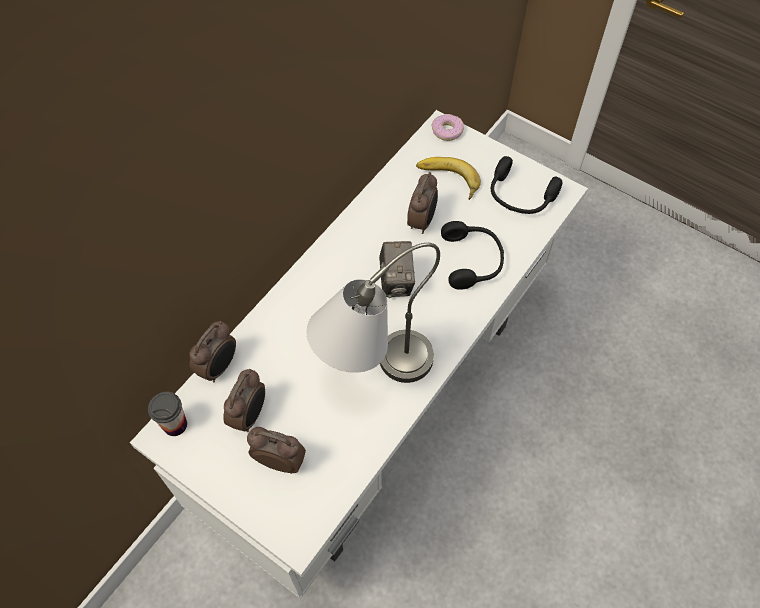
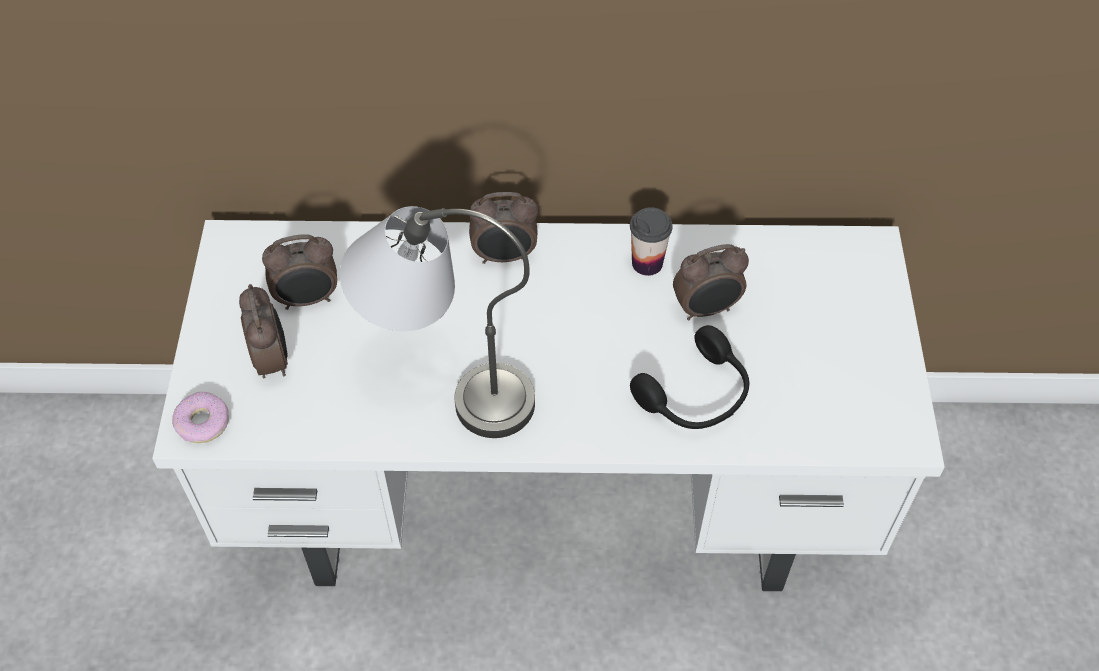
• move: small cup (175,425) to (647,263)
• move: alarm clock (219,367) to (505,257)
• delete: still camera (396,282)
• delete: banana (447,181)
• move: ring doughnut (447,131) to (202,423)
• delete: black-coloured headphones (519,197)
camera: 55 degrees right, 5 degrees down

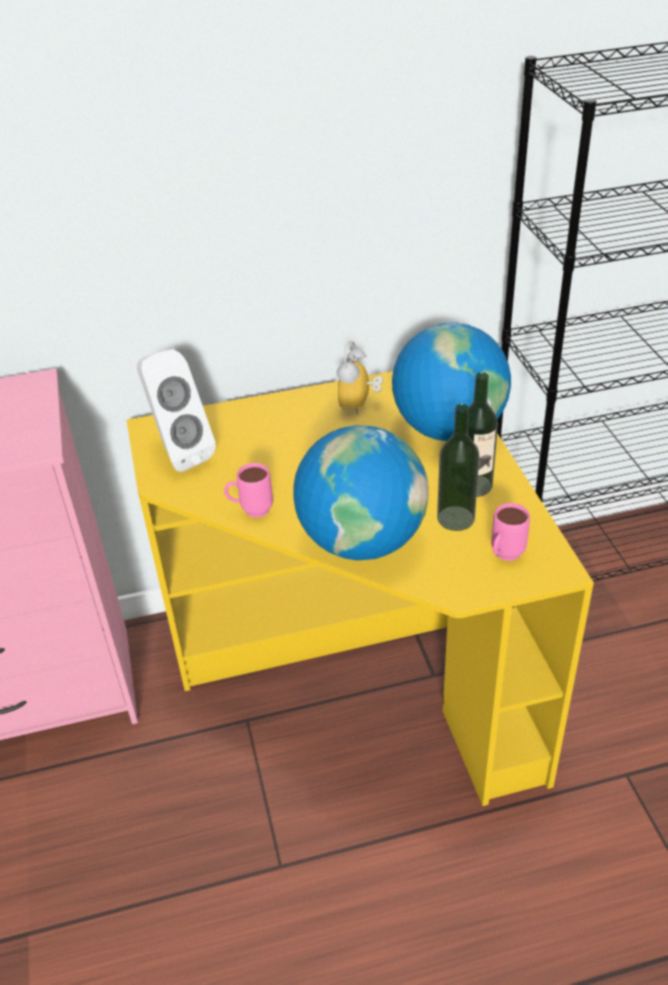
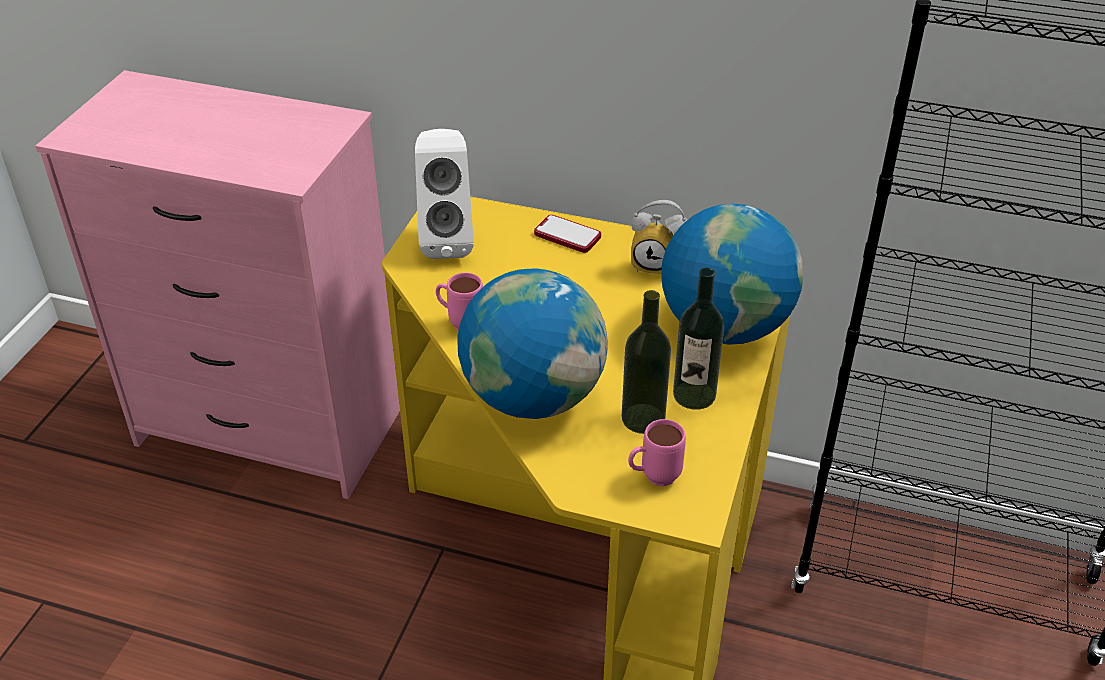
• rotate: alarm clock (360,405) = (658,265) 120 degrees counterclockwise
• insert: telephone (567,235)
camera: 30 degrees right, 0 degrees up

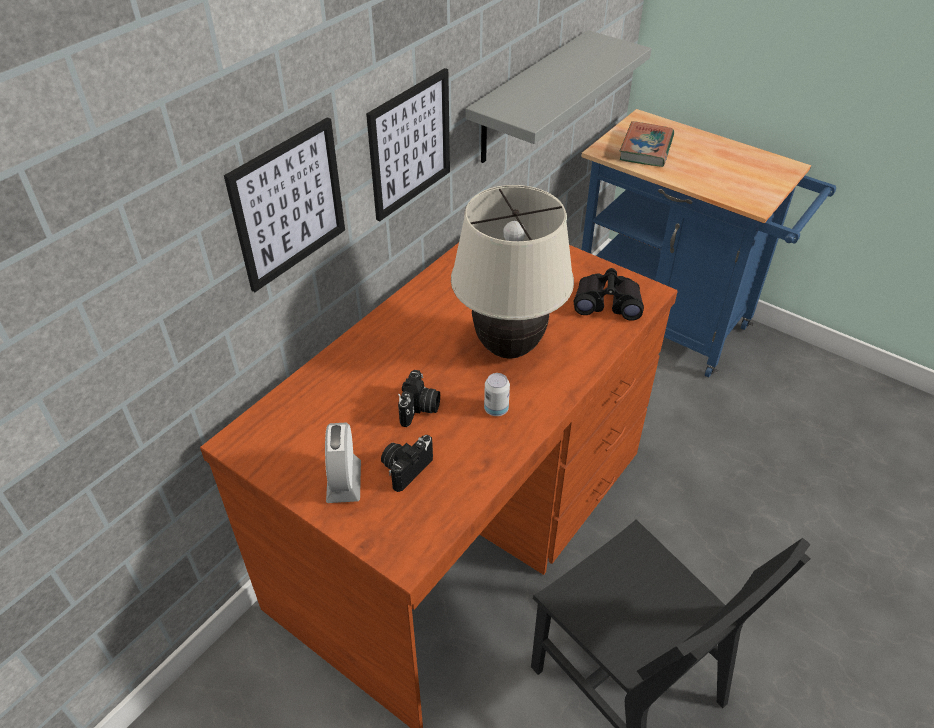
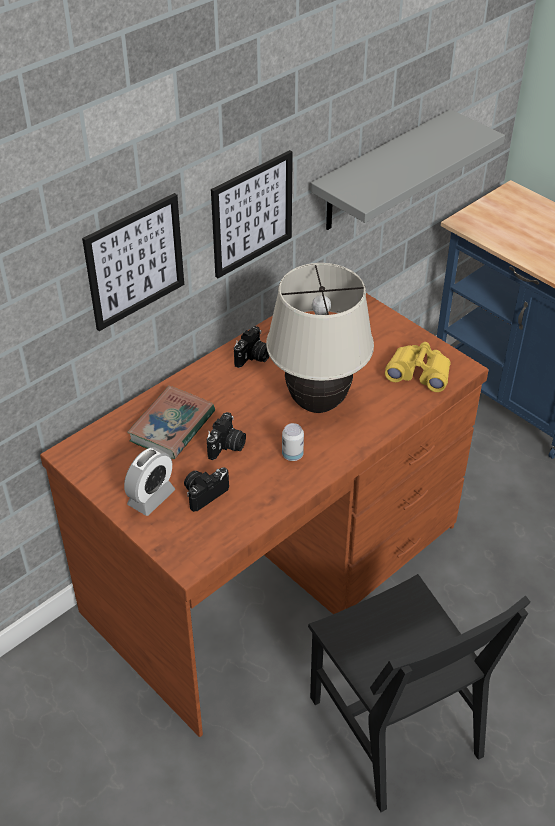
• rotate: alarm clock (344,482) = (151,497) 150 degrees counterclockwise
• recolor: black-coloured binoculars (607,303) to yellow-coloured binoculars (419,373)
• move: book (646,148) to (172,427)
• insert: still camera (253,357)
camera: 10 degrees right, 0 degrees up

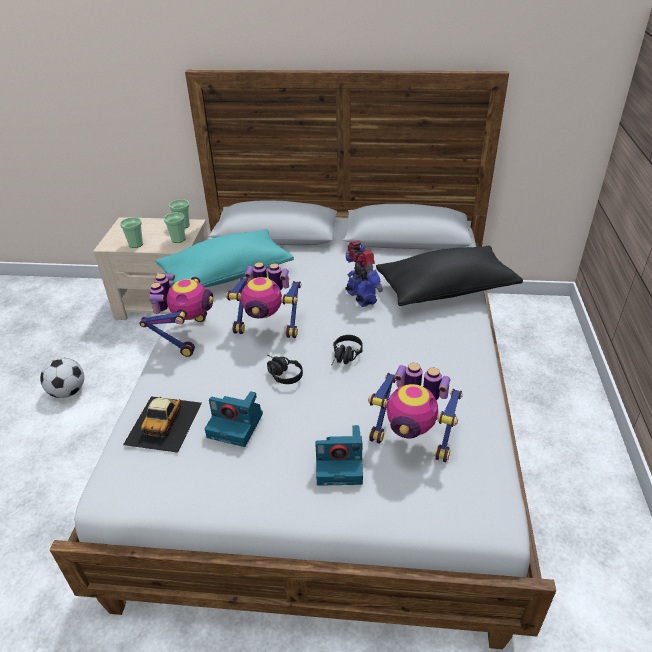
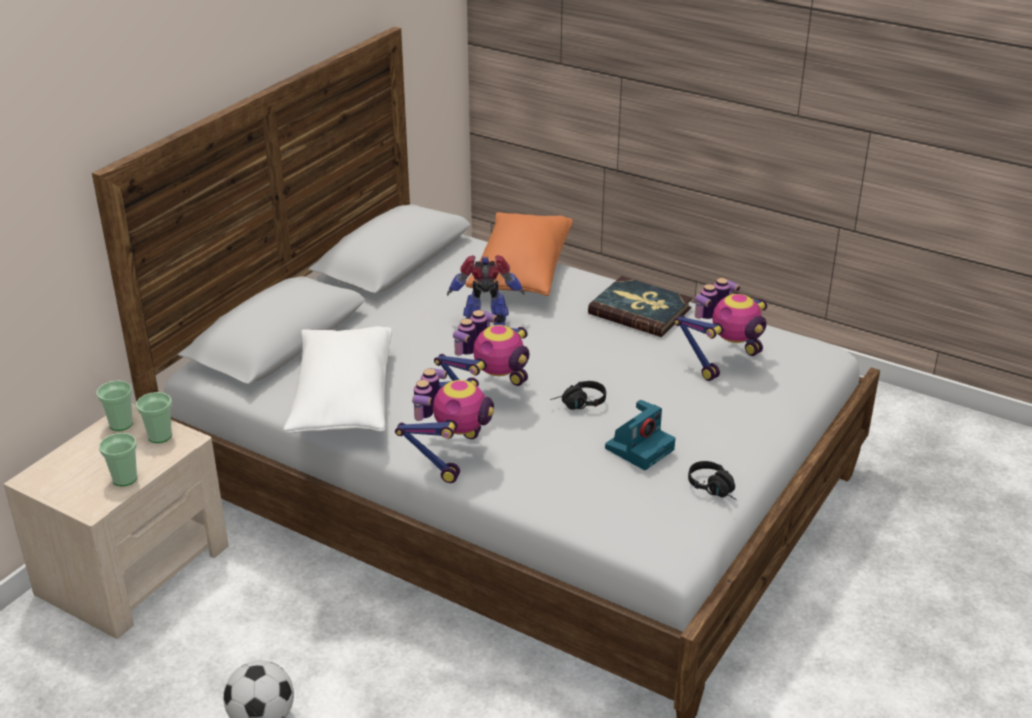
• delete: miniature car (164,422)
• rotate: robot figure (186,335) = (449,455) 75 degrees clockwise
• recolor: turquoise throw pillow (227,275) to white-coloured throw pillow (342,399)
• delete: still camera (340,464)
• move: black-coloured headphones (345,357) to (715,489)
• recolor: black-coloured throw pillow (445,290) to orangey throw pillow (521,272)
• insert: book (640,311)
camera: 65 degrees left, 5 degrees down

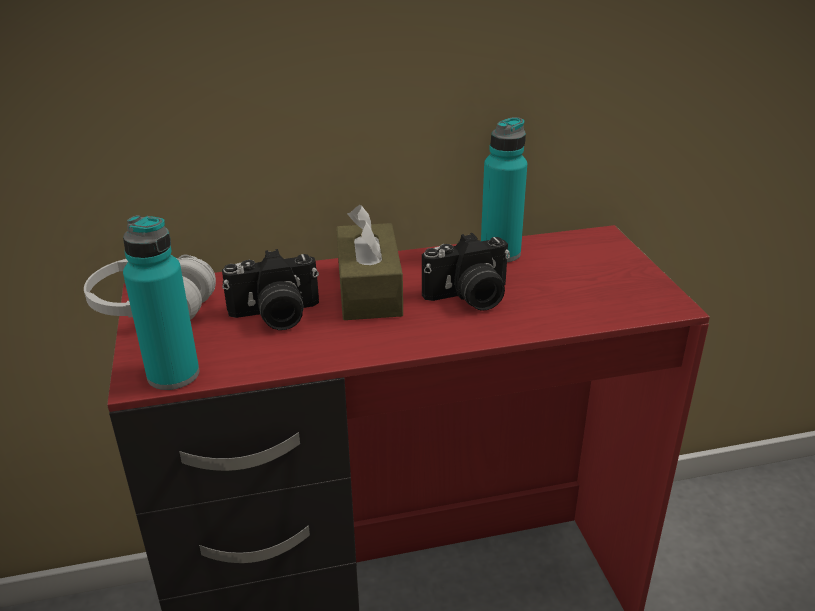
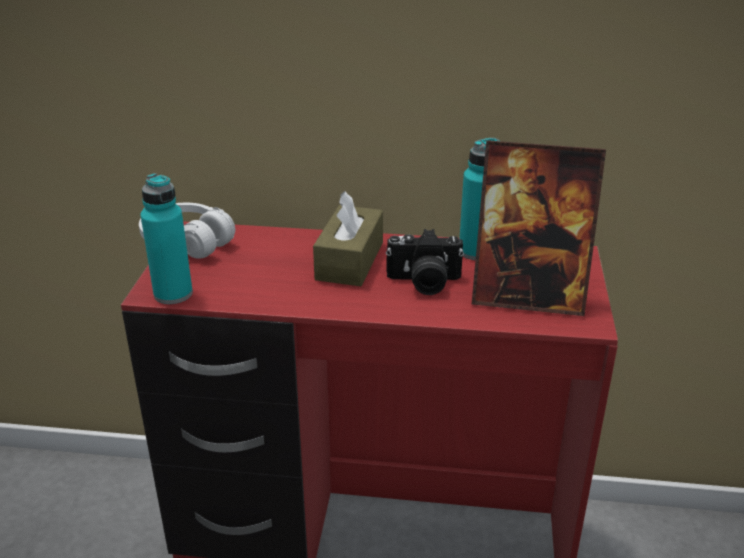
• delete: still camera (275,316)
• insert: standing frame (528,297)
camera: 20 degrees right, 0 degrees up

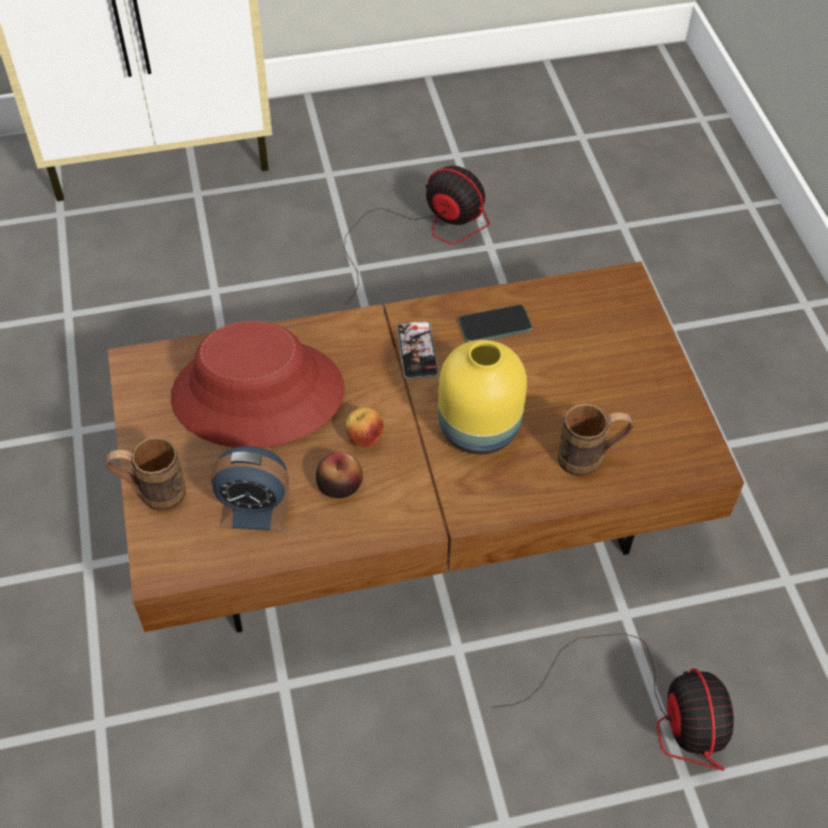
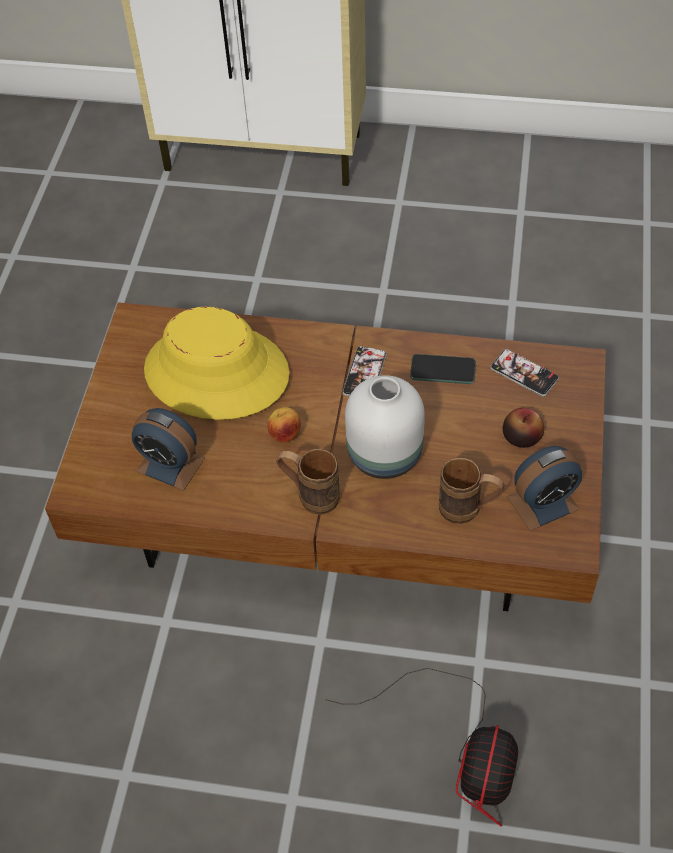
• move: brown mug (152,493) to (310,495)
• recolor: red-coloured hat (257,395) to yellow-coloured hat (216,373)
• move: apple (339,485) to (521,437)
• delete: electric fan (422,233)
• recolor: yellow-coloured flower vase (480,427) to white-coloured flower vase (386,454)
• insert: telephone (524,373)
• insert: alarm clock (542,503)
camera: 25 degrees right, 0 degrees up

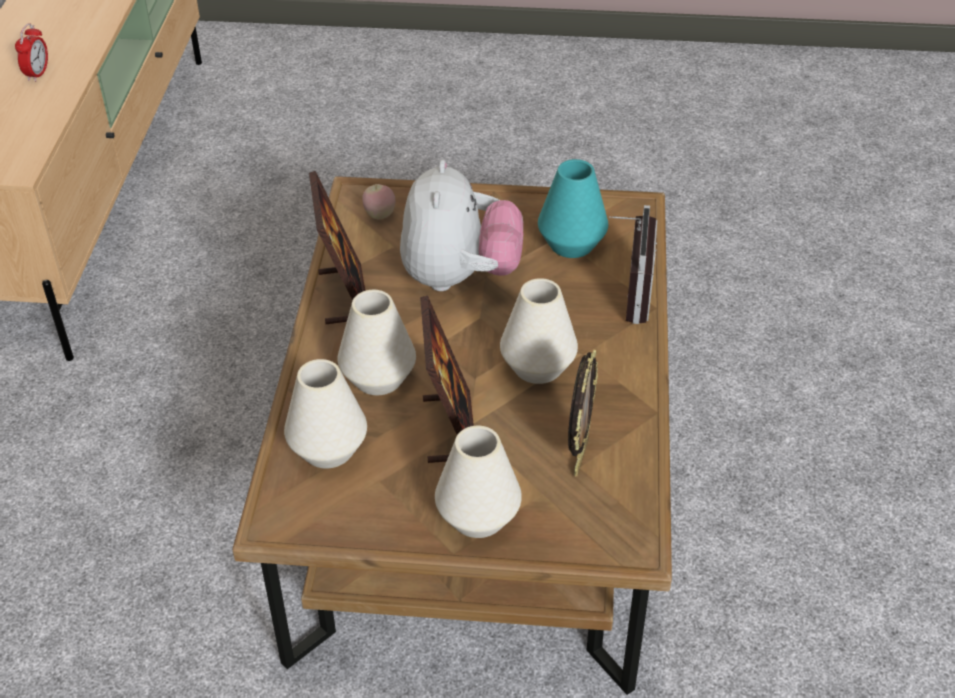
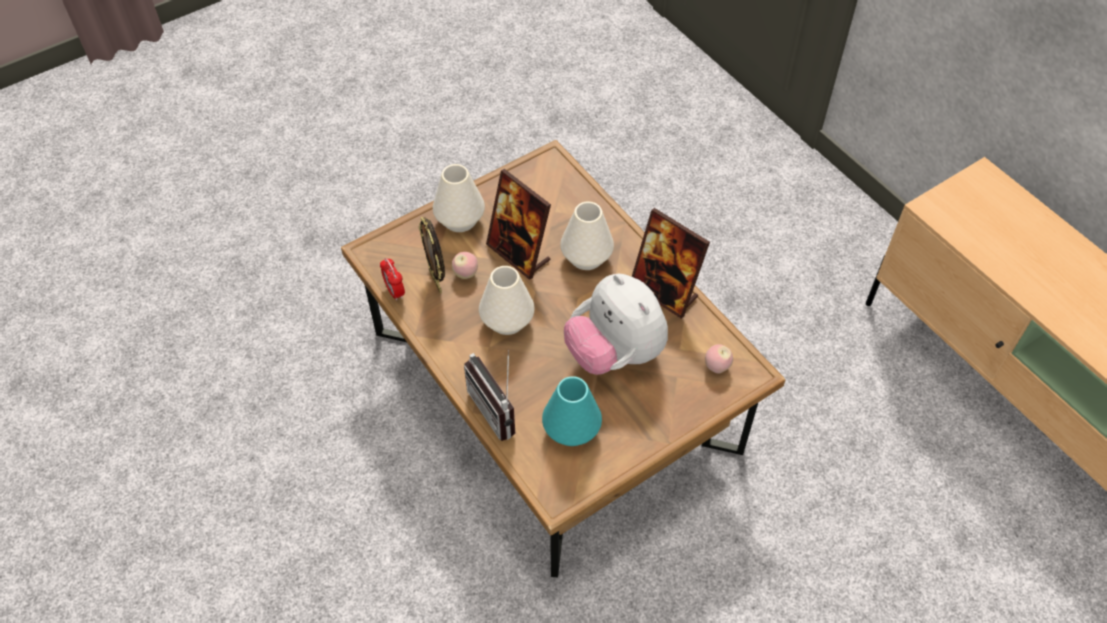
• move: alarm clock (37,74) to (395,291)
• delete: white-coloured flower vase (328,449)
• insert: apple (465,274)
camera: 140 degrees right, 10 degrees up

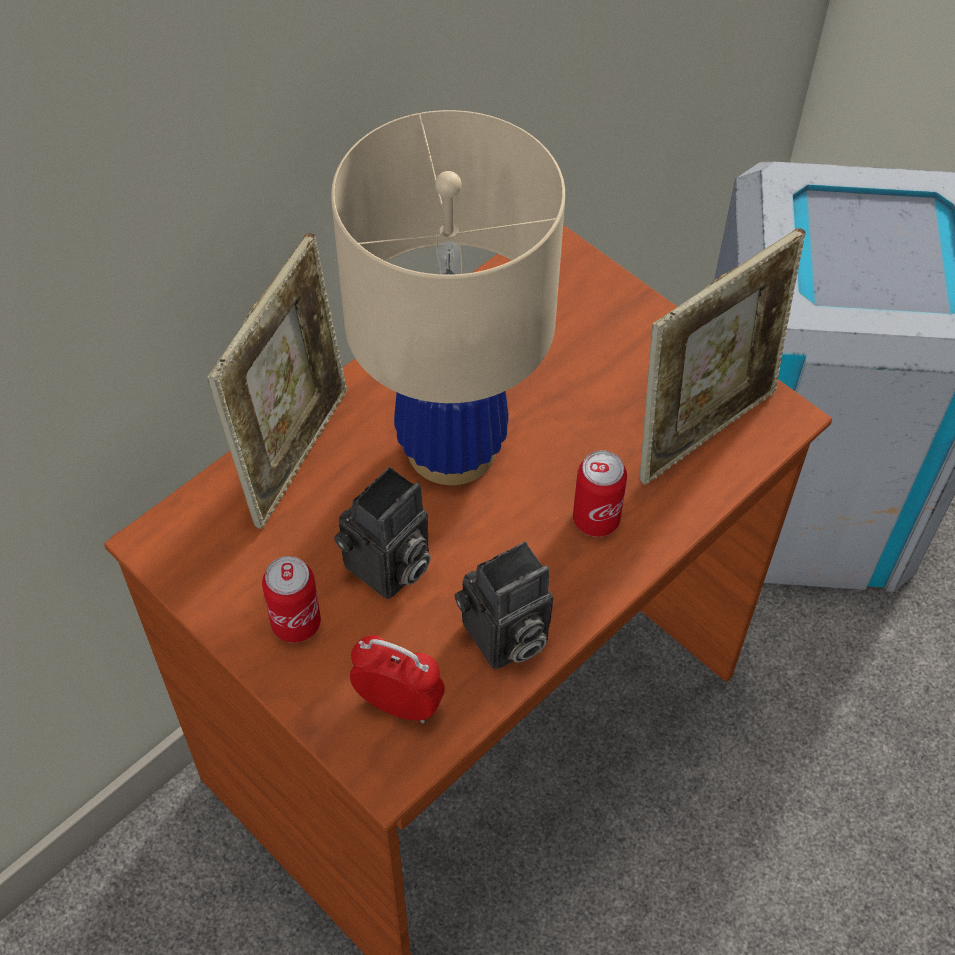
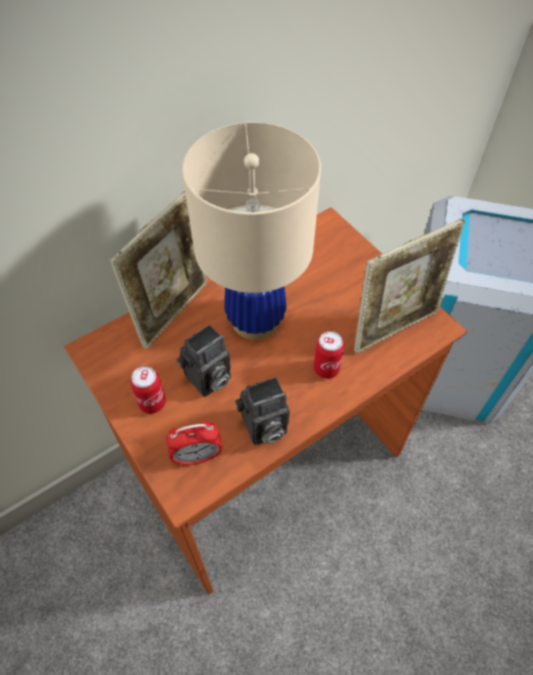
• rotate: alarm clock (398,704) = (197,456) 135 degrees clockwise
camera: 10 degrees right, 0 degrees up

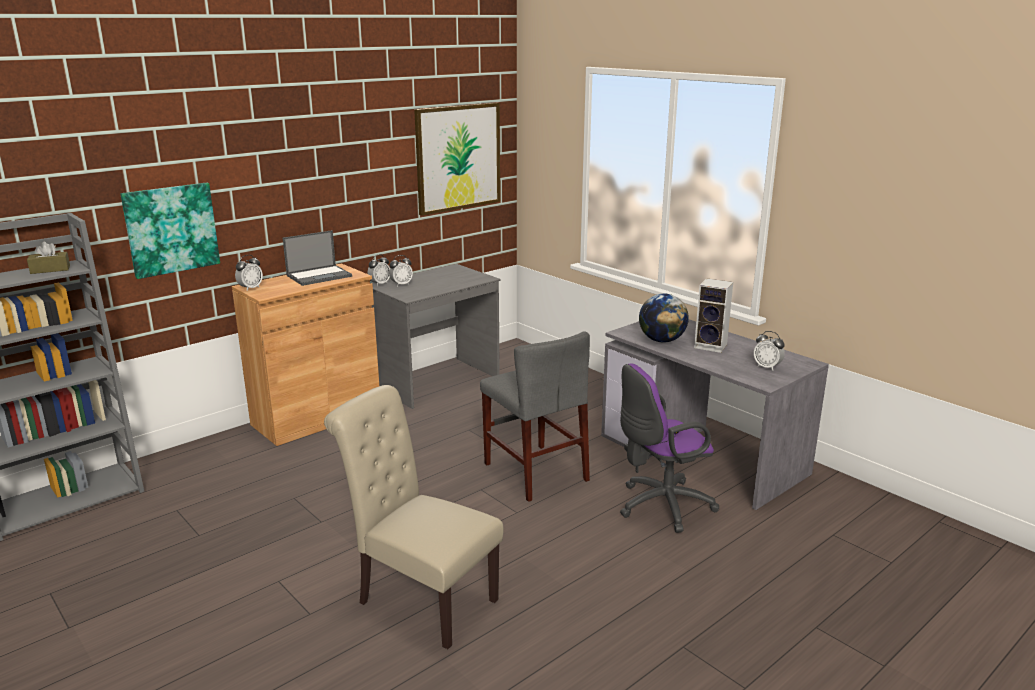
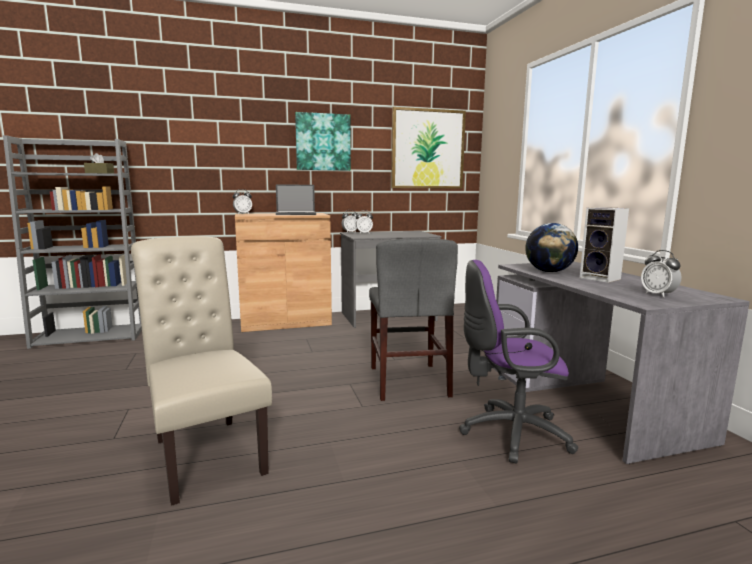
• move: wall art (171,229) to (323,142)
camera: 25 degrees right, 10 degrees down

